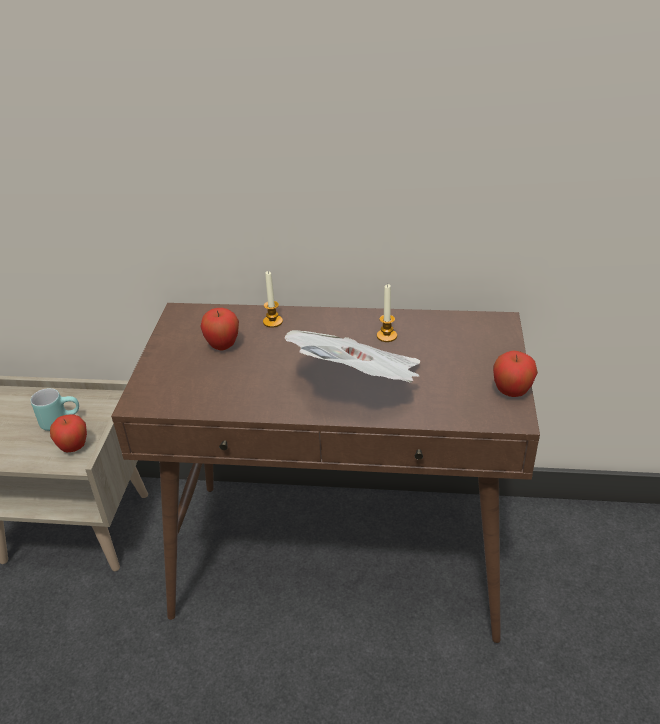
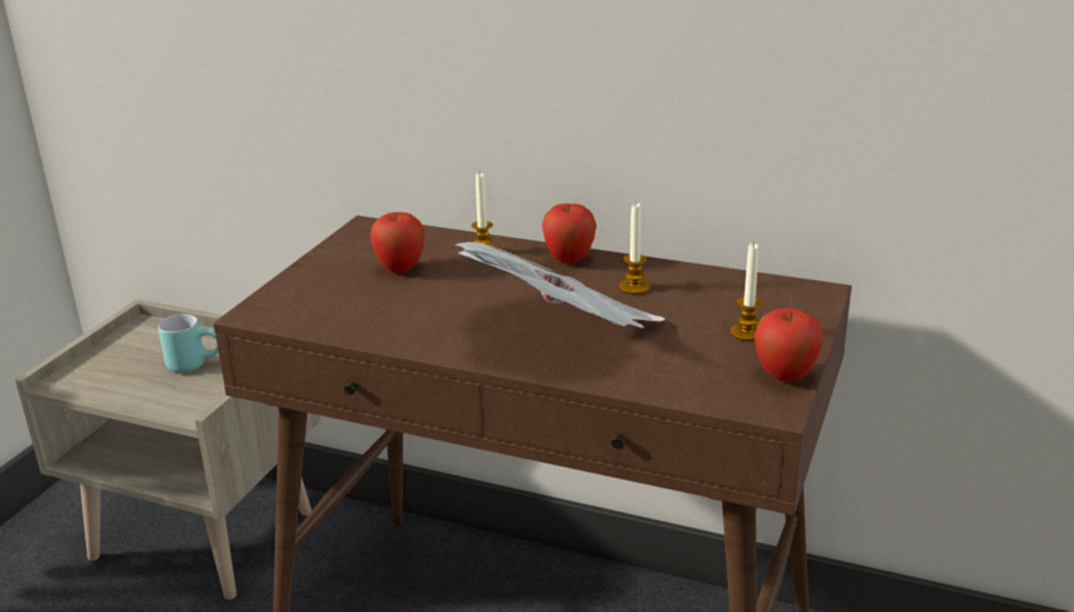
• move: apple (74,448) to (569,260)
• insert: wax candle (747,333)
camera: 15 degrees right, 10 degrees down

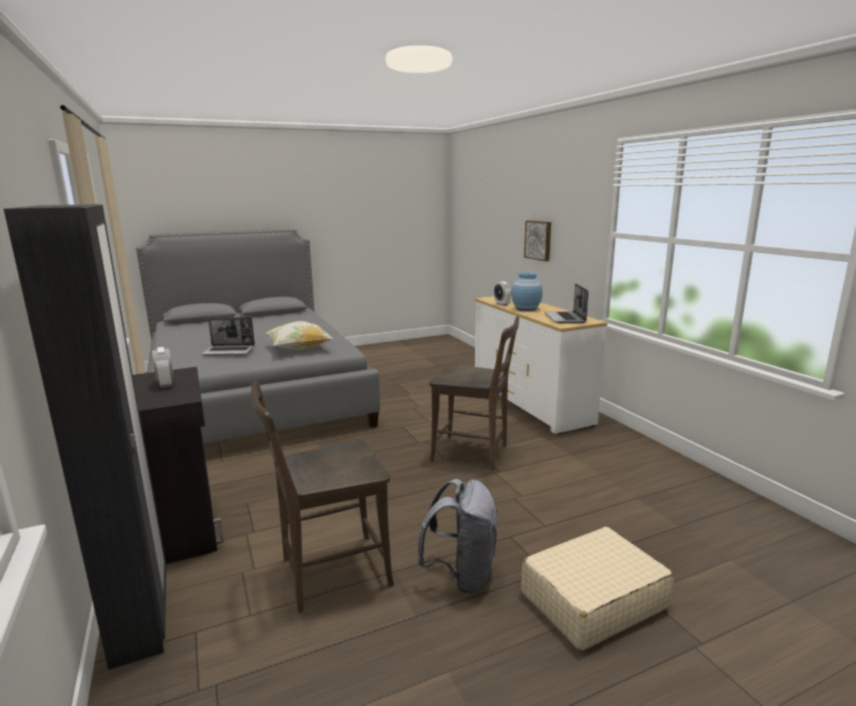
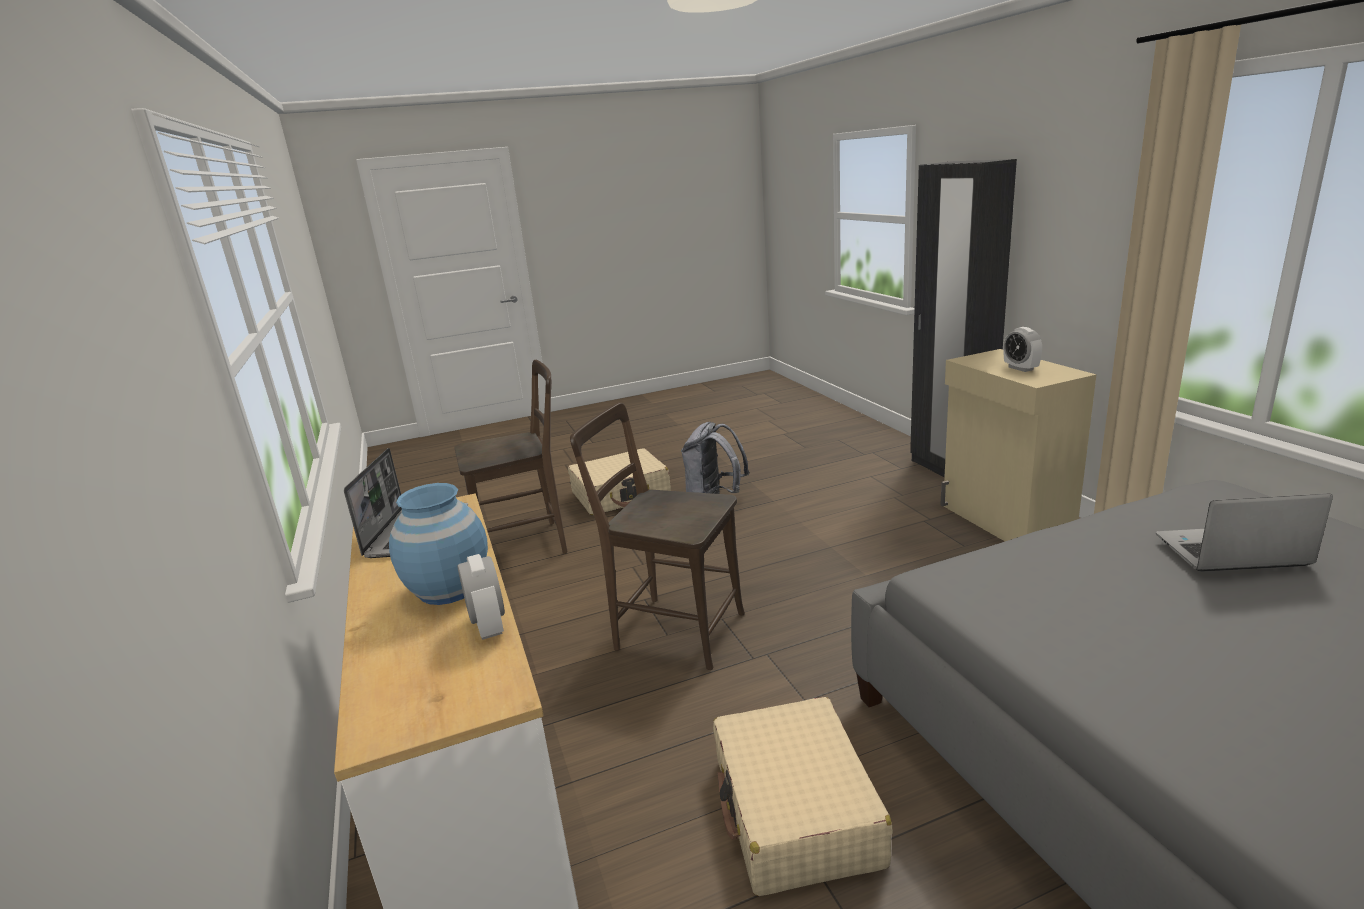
• recolor: black-coloured storage cabinet (185,527) to beige storage cabinet (1004,521)
• move: brown upright chair (329,573) to (526,545)
• delete: throw pillow (299,349)
• delete: wall art (539,240)
• insert: beige piece of luggage (795,811)
camera: 175 degrees left, 5 degrees up

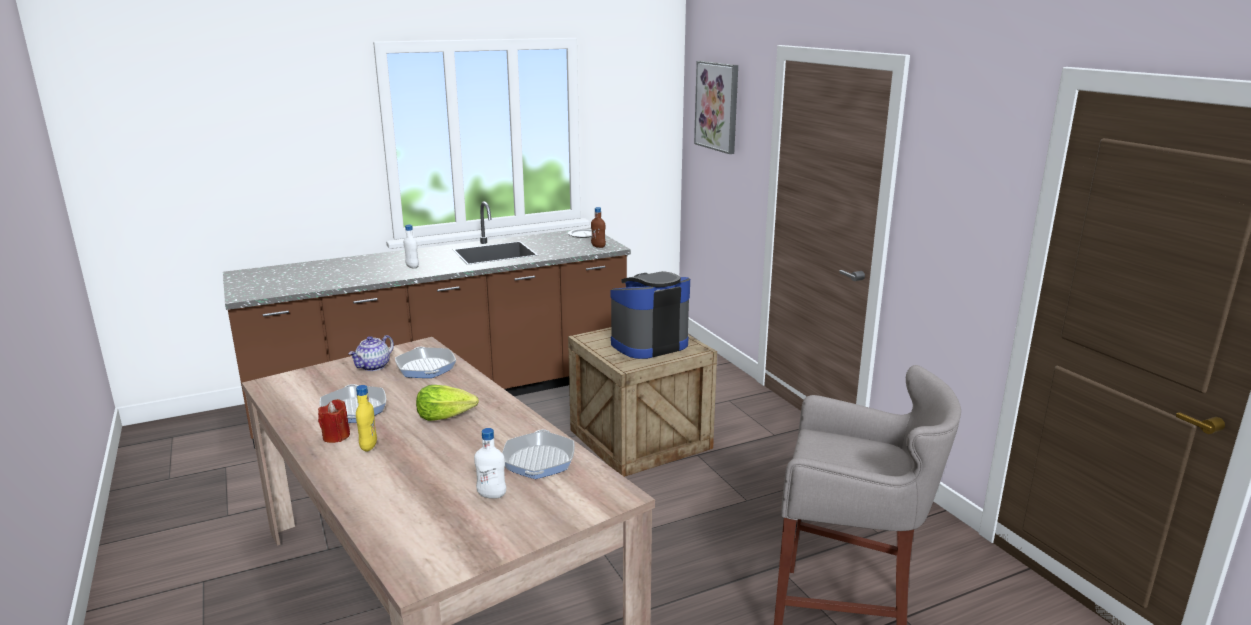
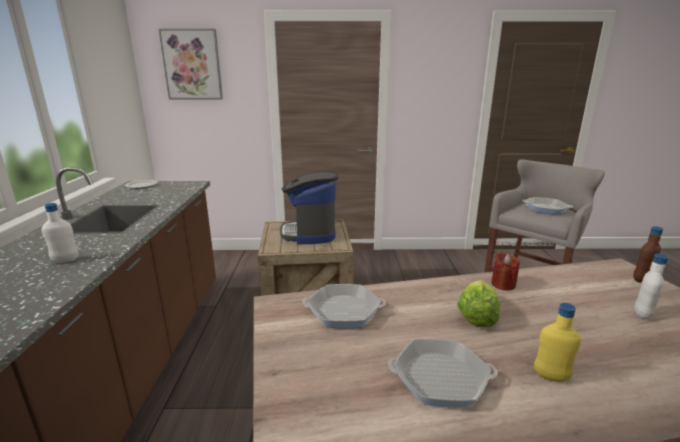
• move: red-coloured wax candle (336,436) to (503,284)
• delete: tea pot (373,366)
• move: frying pan (539,461) to (545,209)
• move: brown drink bottle (598,246) to (641,279)
camera: 65 degrees left, 0 degrees up

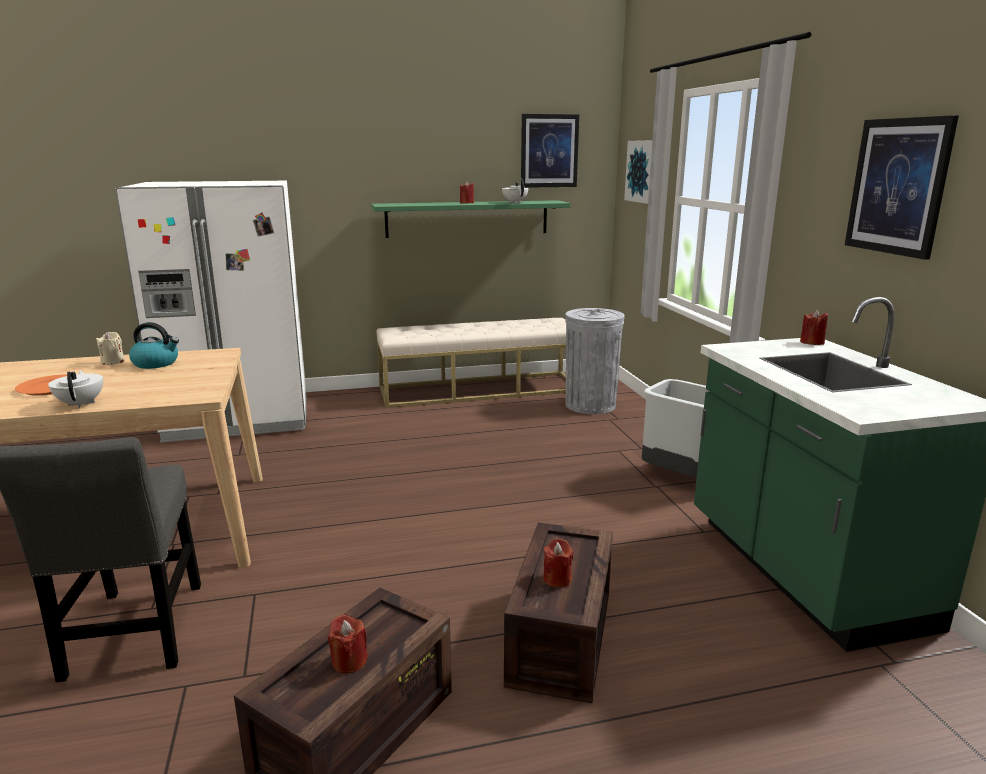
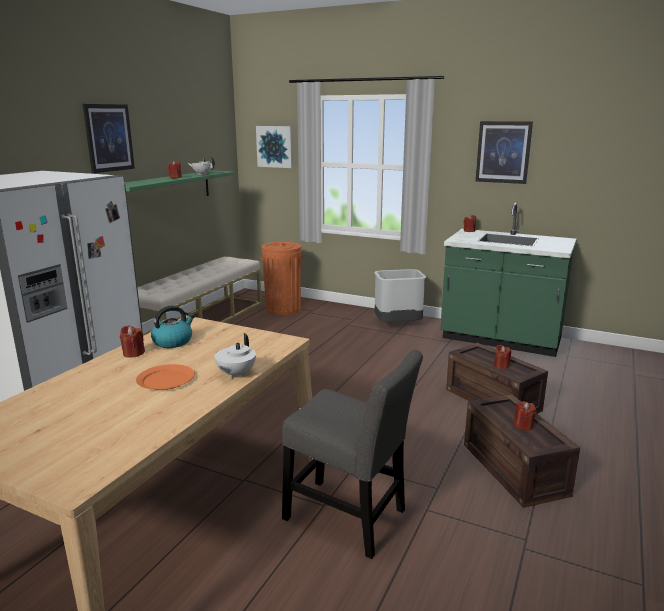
• rotate: white-coloured tea pot (81,404) = (235,374) 90 degrees counterclockwise
• recolor: beige wax candle (113,362) to red-coloured wax candle (133,353)
• move: wall art (549,151) to (109,138)
• recolor: gray trash can (590,405) to orangey trash can (283,309)
camera: 50 degrees left, 0 degrees up

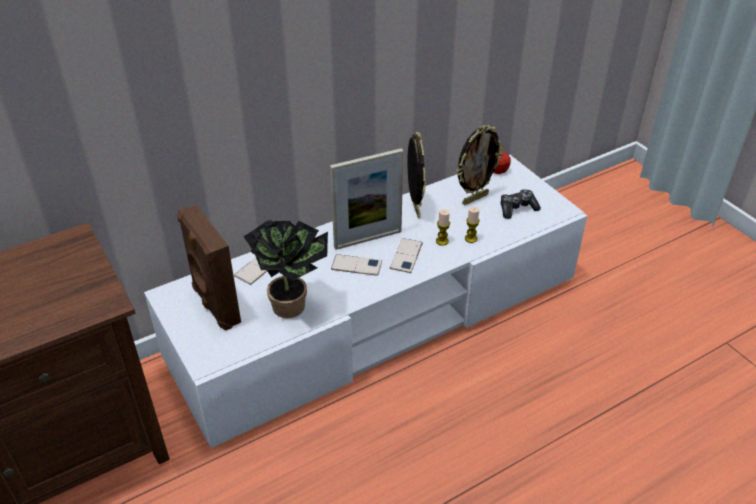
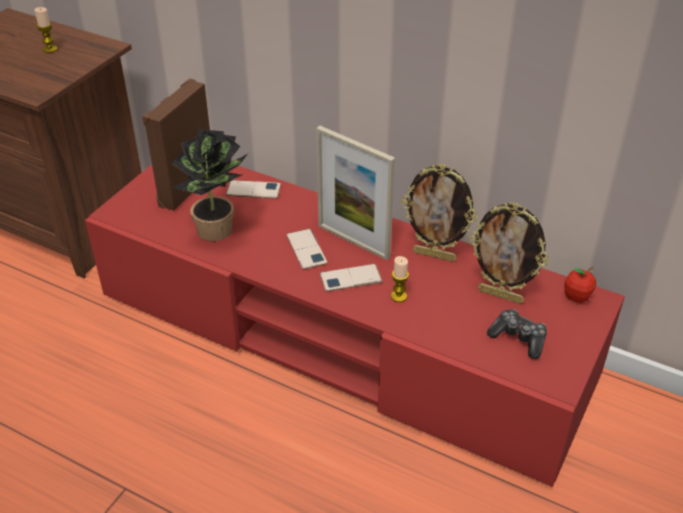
• recolor: white-coloured media console (378,318) to red-coloured media console (341,336)
• rotate: standing frame (414,209) = (435,255) 60 degrees clockwise
• move: wax candle (471,238) to (50,49)
camera: 60 degrees right, 0 degrees up

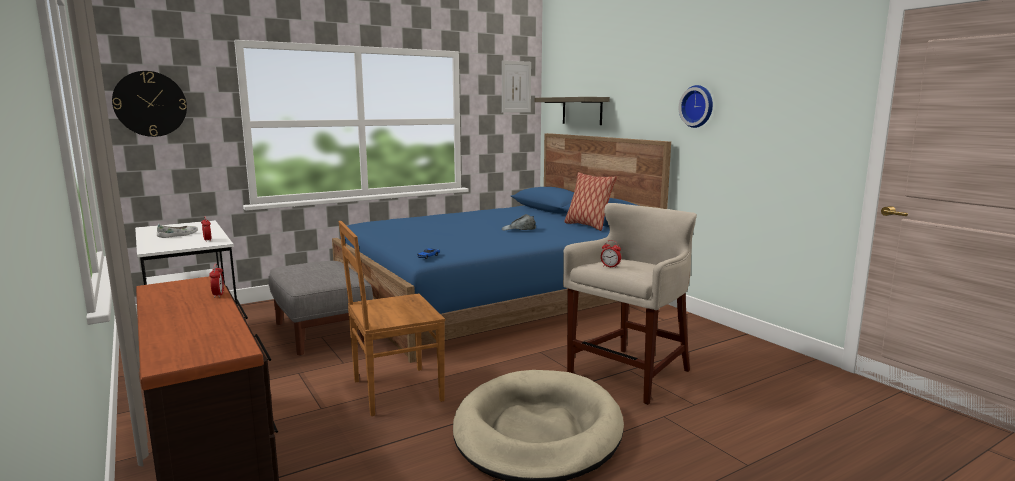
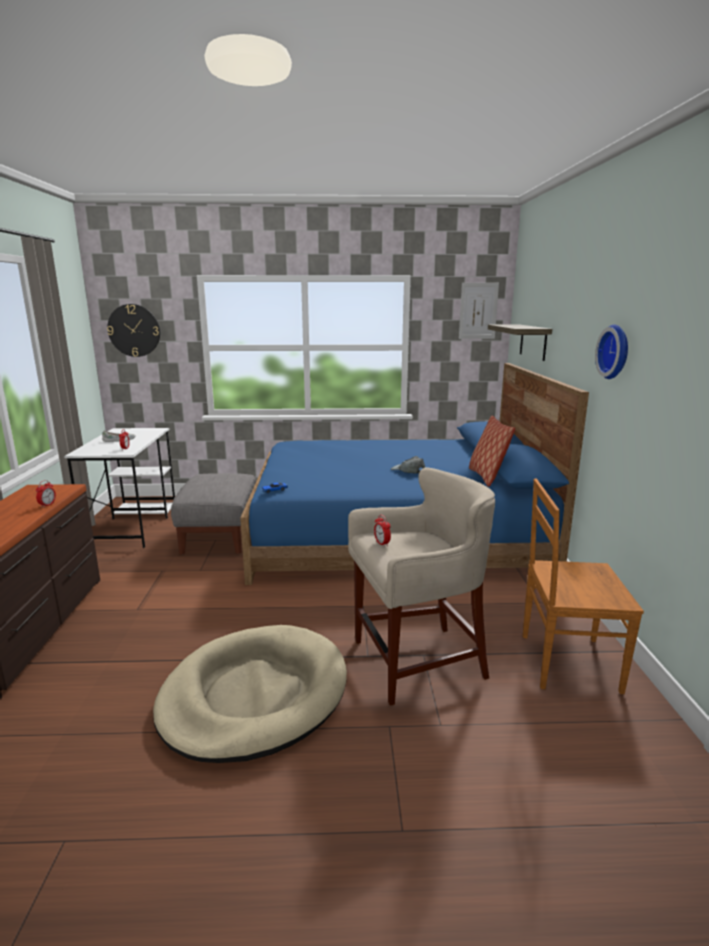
• move: brown upright chair (394,391) to (565,662)
camera: 30 degrees right, 5 degrees up

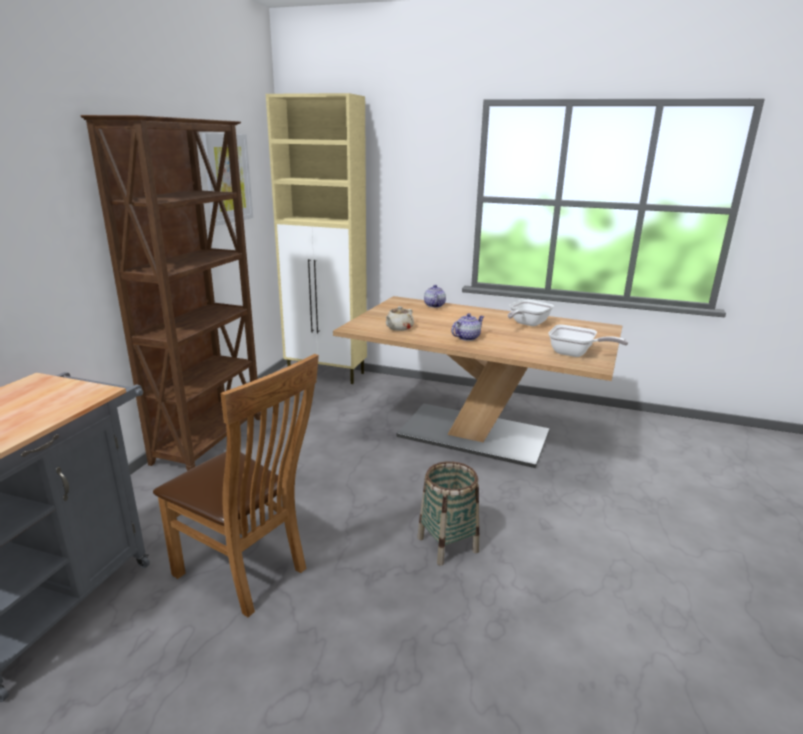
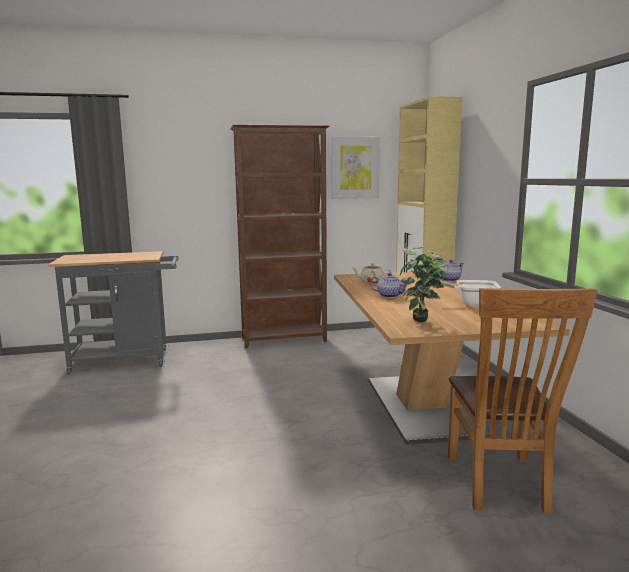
• move: brown upright chair (247,573) to (500,486)
• delete: storage basket (447,544)
• replace: frying pan (575,354) to plant in a pot (422,323)
camera: 60 degrees right, 10 degrees down

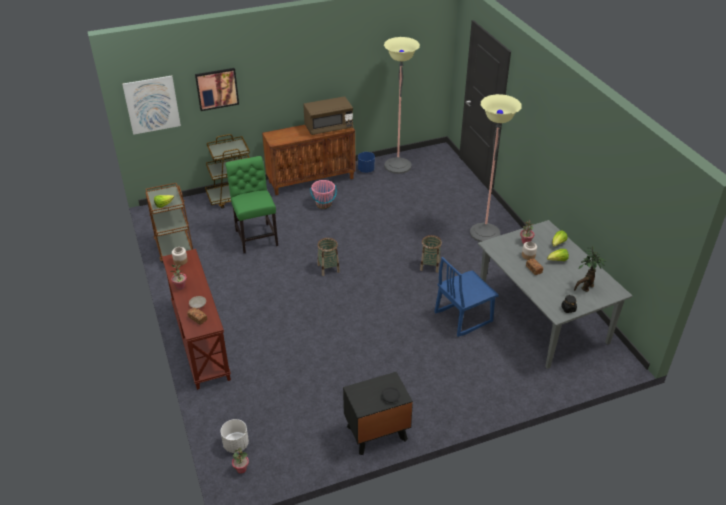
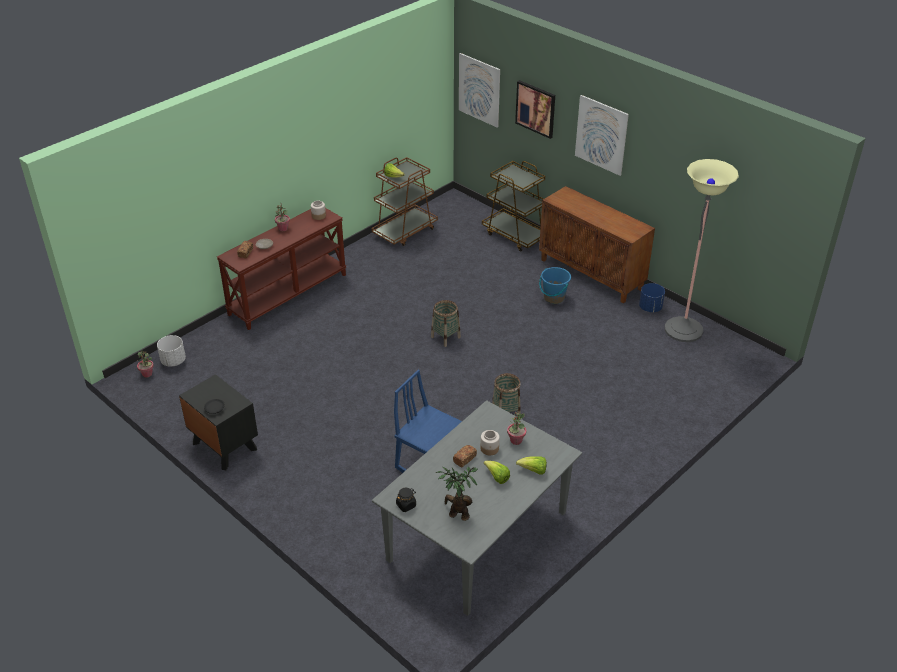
• delete: green upright chair (256,236)
• delete: brown microwave (328,127)
• recolor: pink-coloured water bucket (323,204) to blue water bucket (554,298)
• delete: standing lamp (484,233)
• insert: wall art (601,135)
camera: 65 degrees right, 0 degrees up

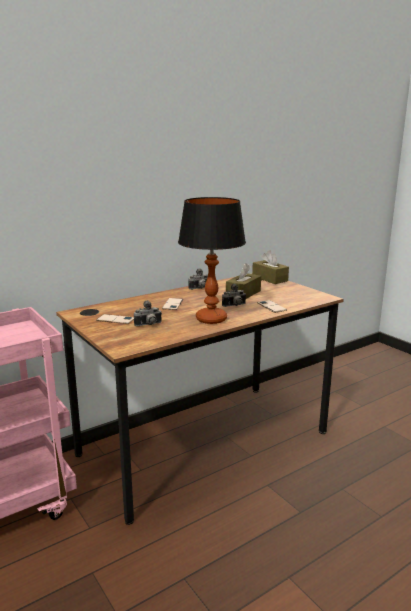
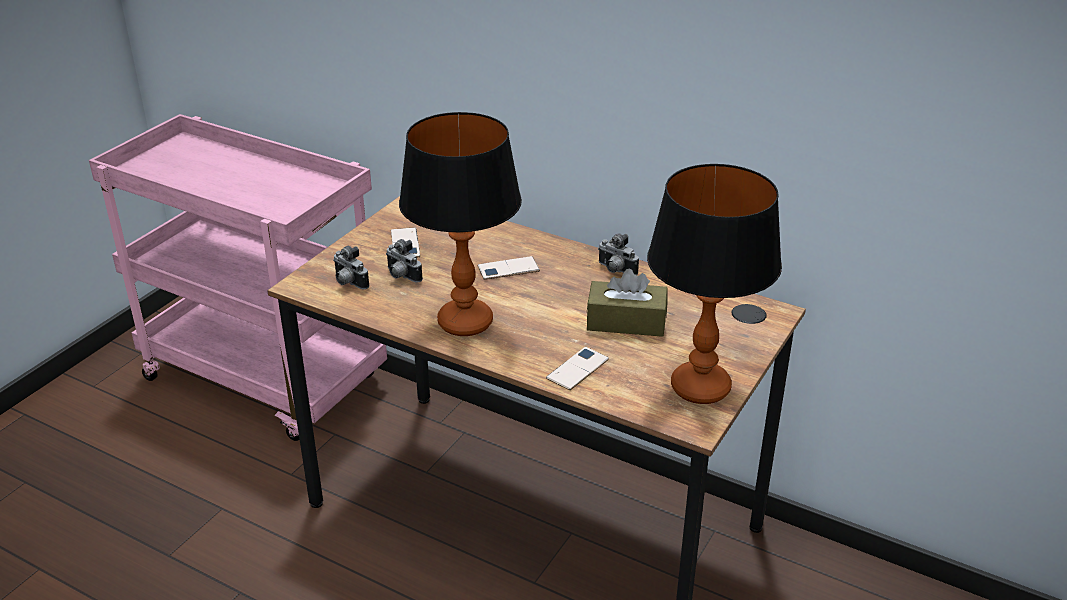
• move: still camera (235,306) to (348,283)
• delete: brown tissue holder (269,278)
• insert: tabletop lamp (700,388)
camera: 65 degrees right, 15 degrees up

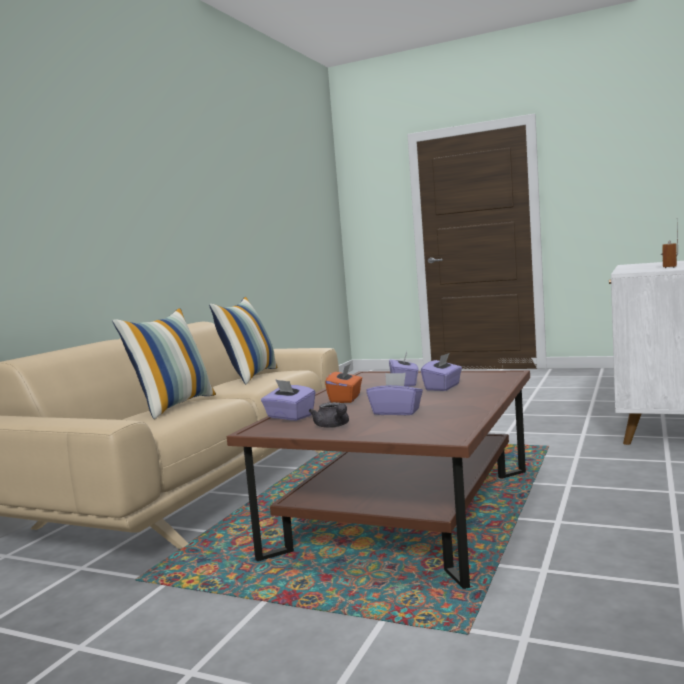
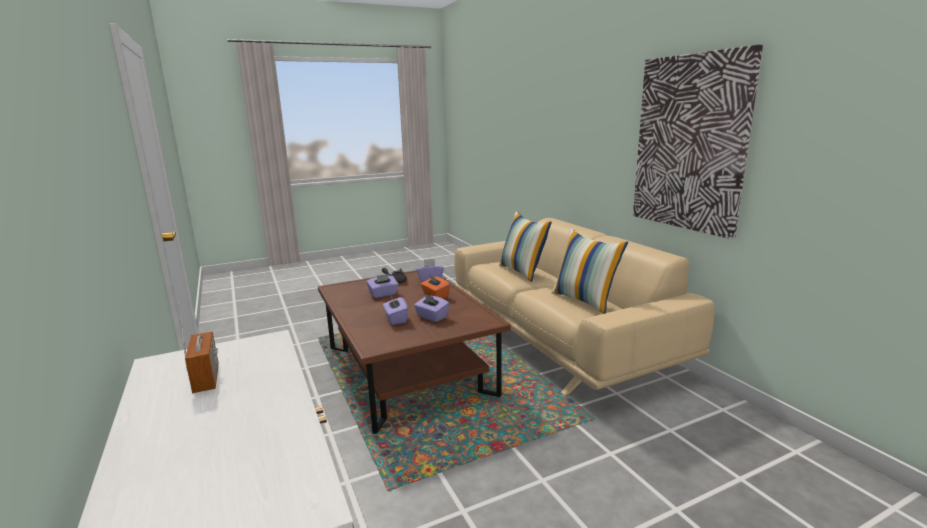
• insert: wall art (689,143)
camera: 130 degrees right, 10 degrees up

